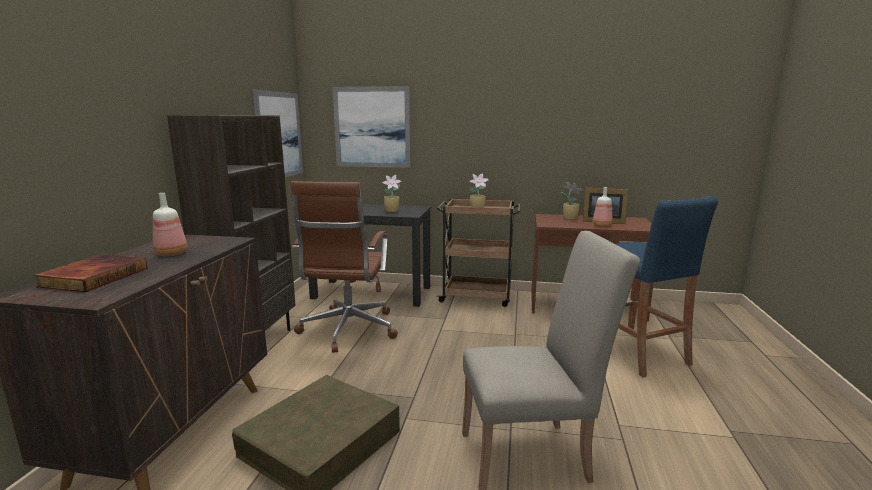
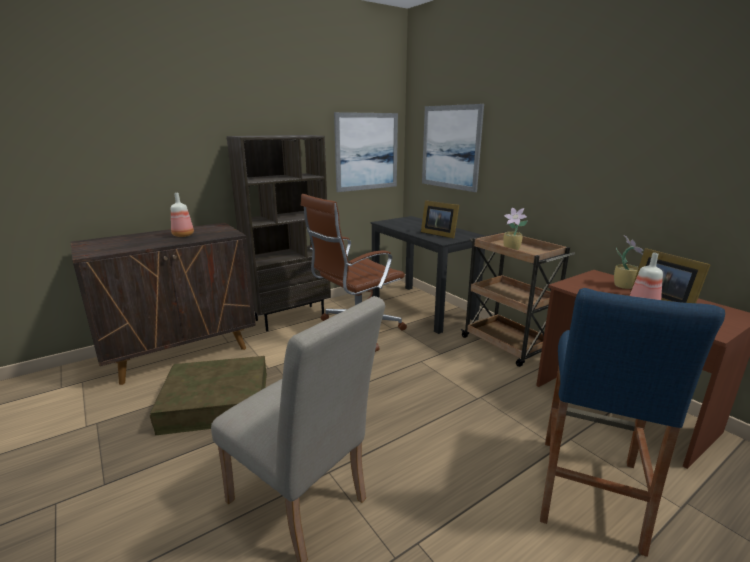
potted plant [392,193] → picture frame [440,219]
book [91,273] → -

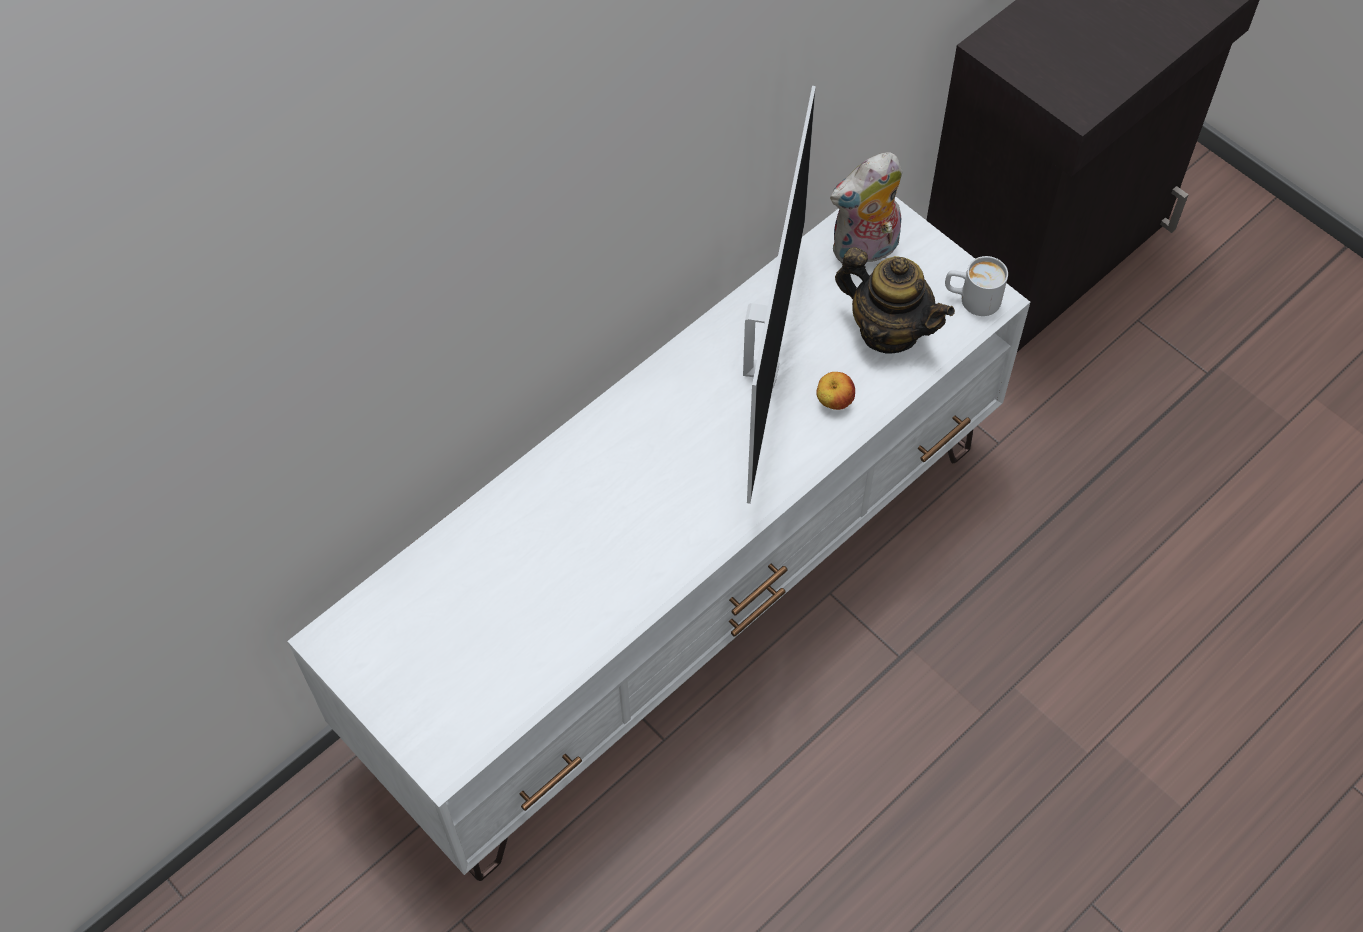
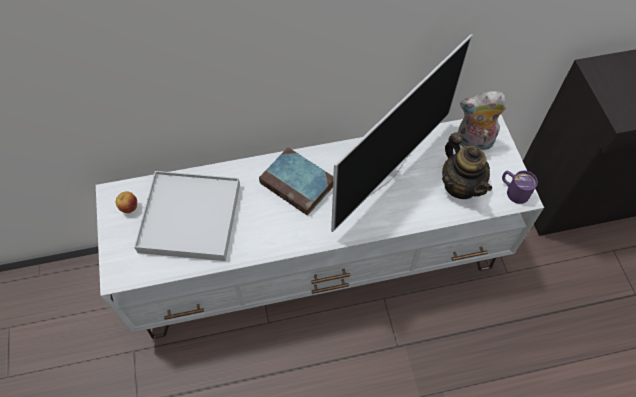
apple [835,391] → apple [126,202], moved
- → white tray [187,216]
- → book [296,181]
white mug [976,286] → purple mug [520,187]

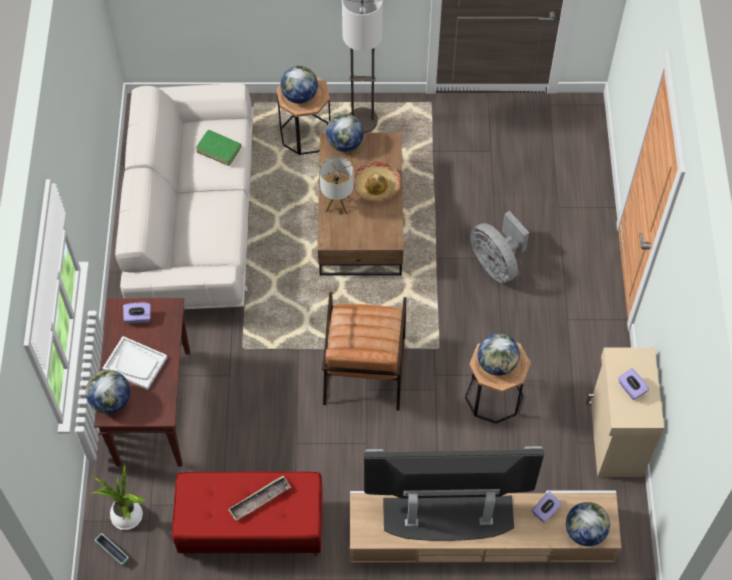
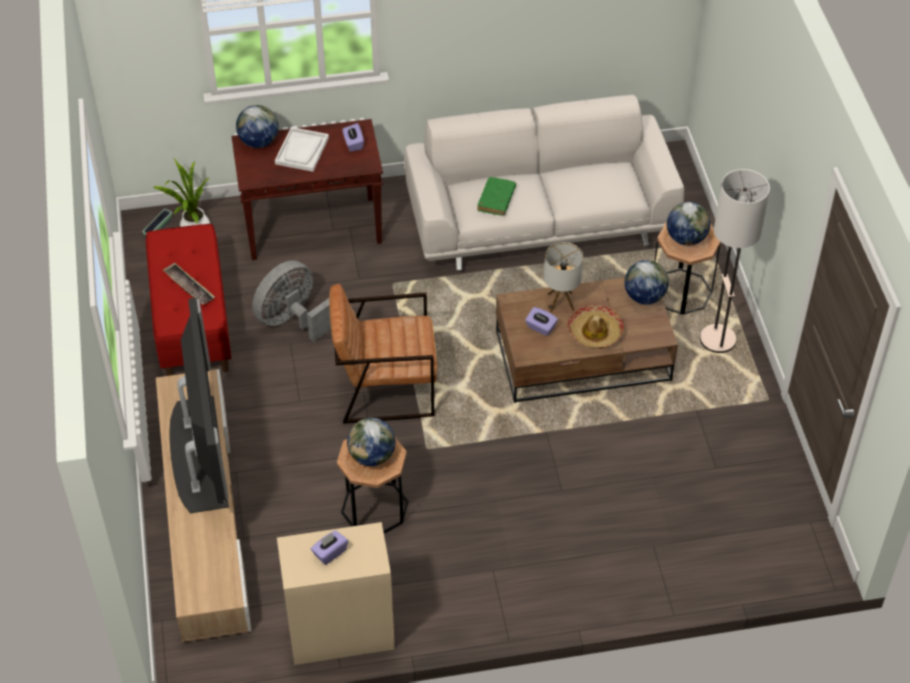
grey fan [499,247] → grey fan [291,301], moved
green book [218,148] → green book [496,196], moved
purple tissue box [547,507] → purple tissue box [541,321], moved
globe [588,524] → -

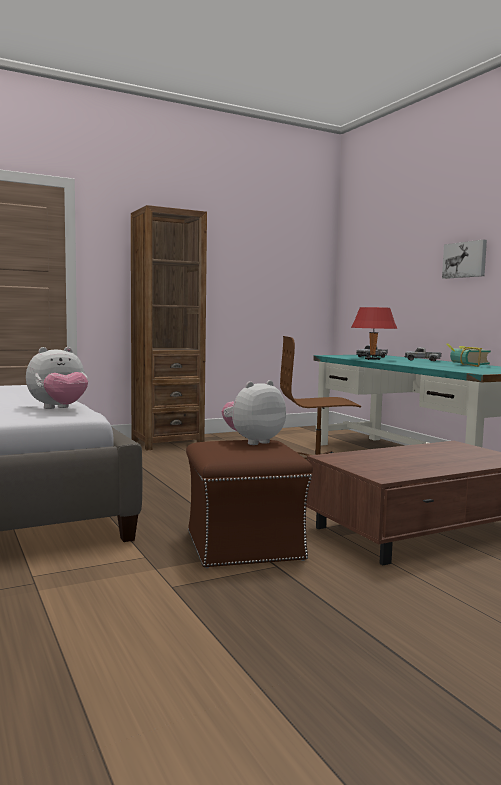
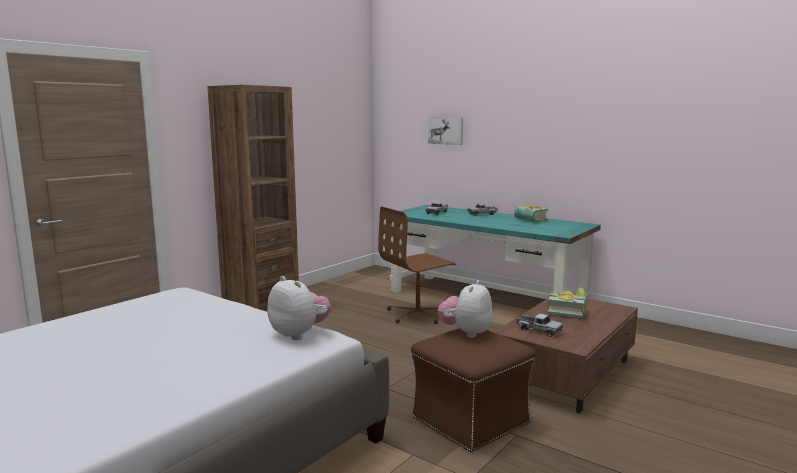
plush toy [57,378] → plush toy [299,308], 75 degrees counterclockwise
picture [464,259] → picture [445,131], moved
- → toy truck [539,325]
- → book [566,302]
red table lamp [374,333] → -

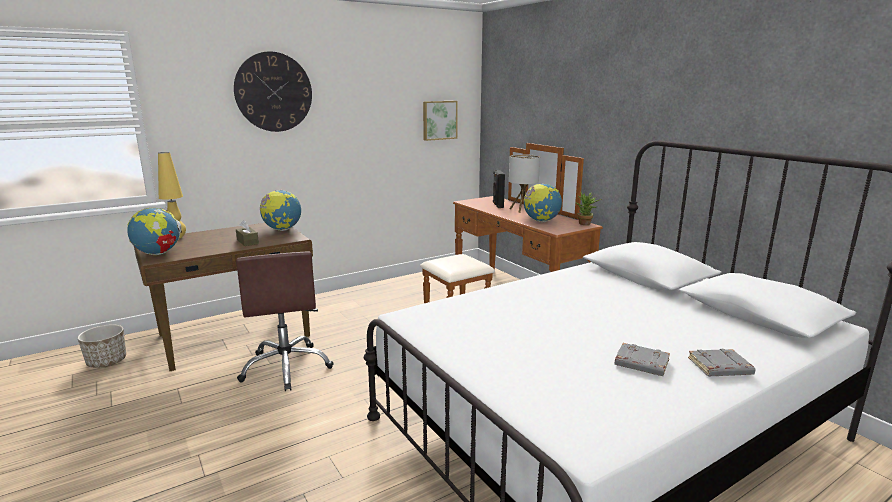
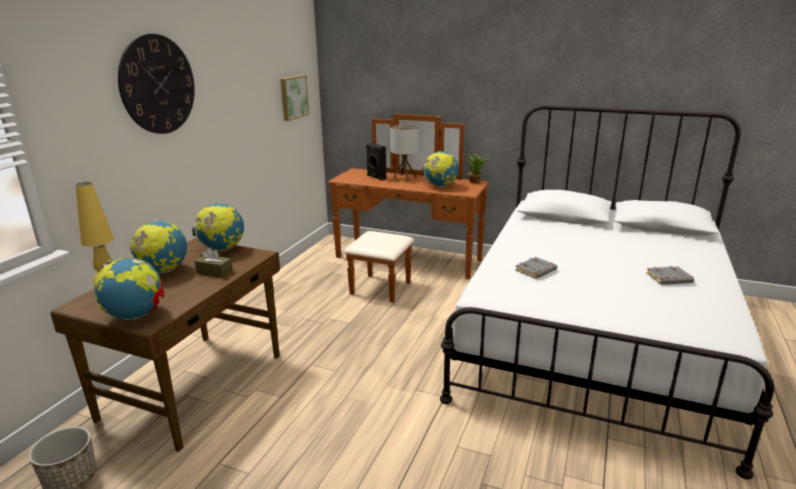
- → globe [158,246]
grey book [721,362] → grey book [536,268], moved
brown office chair [285,321] → -

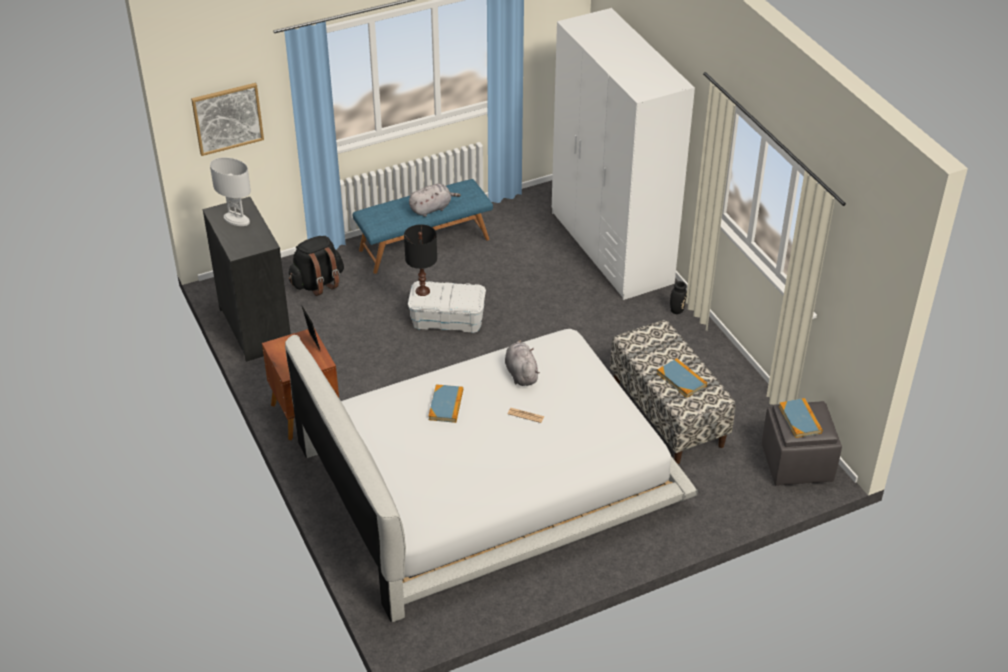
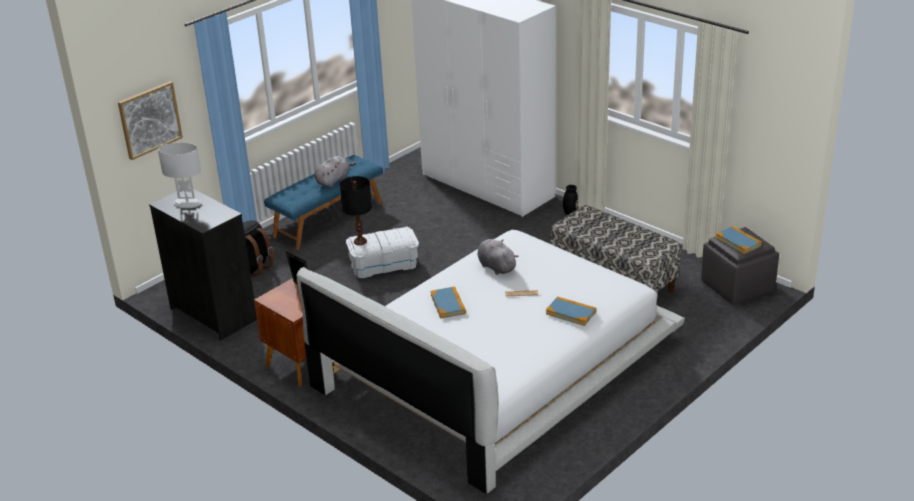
book [682,378] → book [571,311], moved

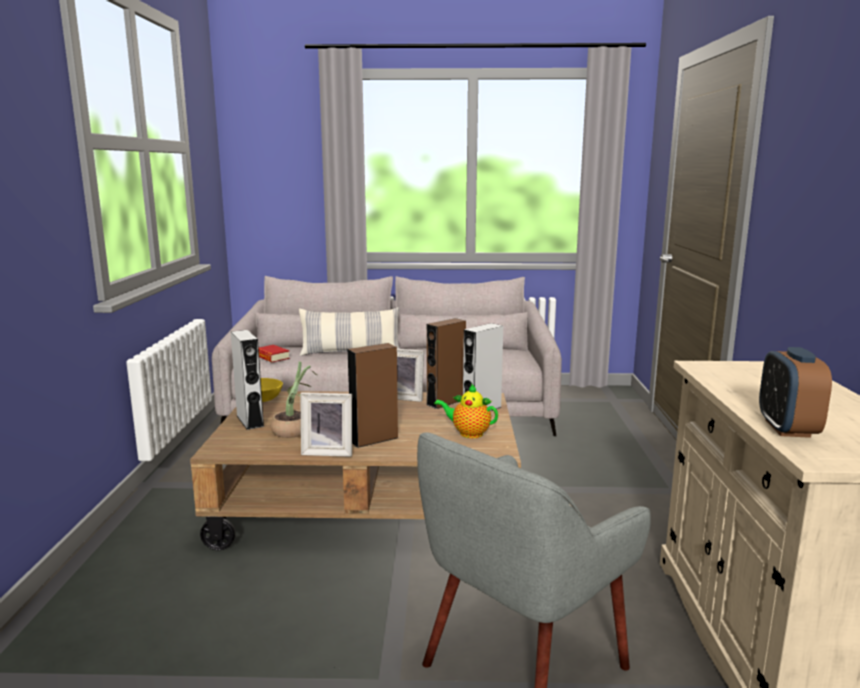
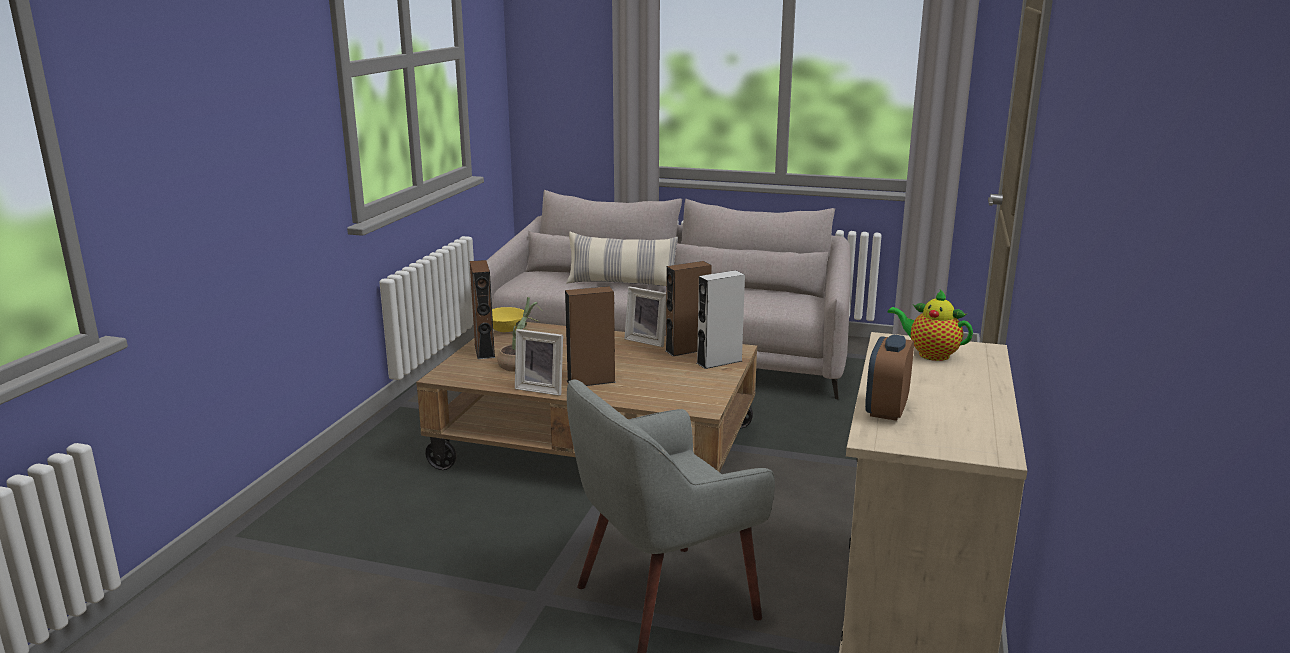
grey speaker [247,380] → brown speaker [482,309]
teapot [466,410] → teapot [930,325], moved
book [274,353] → -

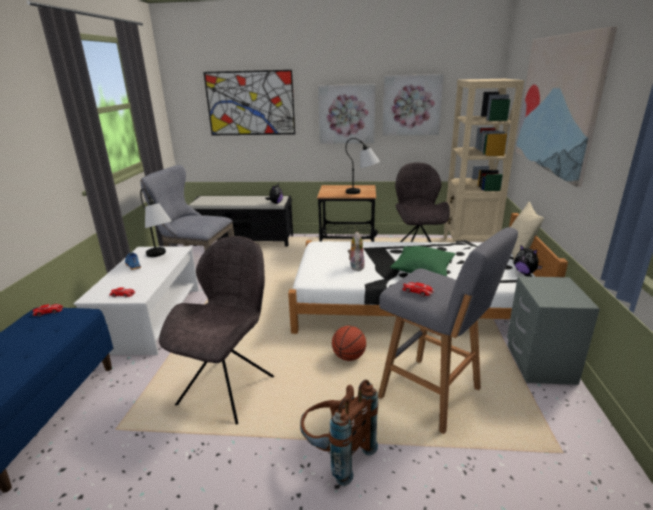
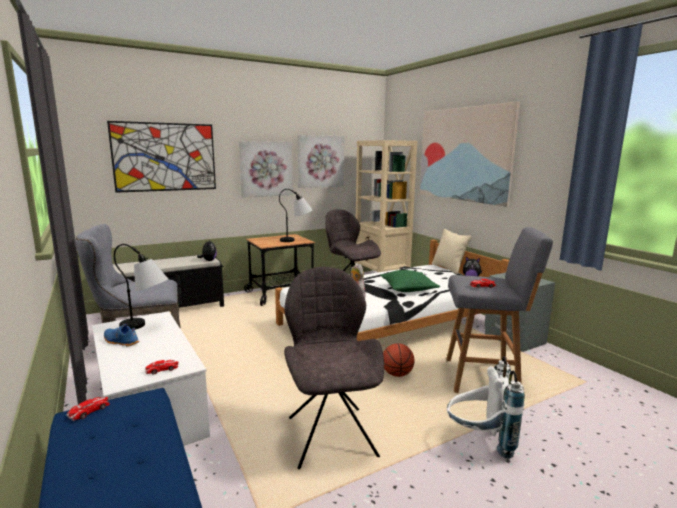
brown backpack [339,432] → white backpack [486,407]

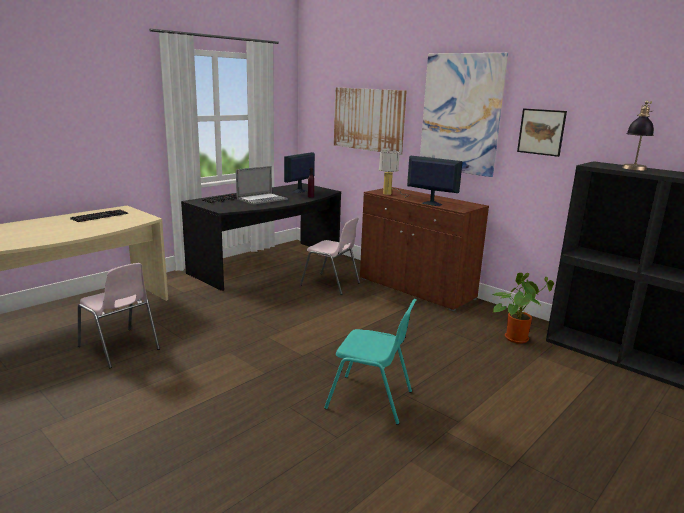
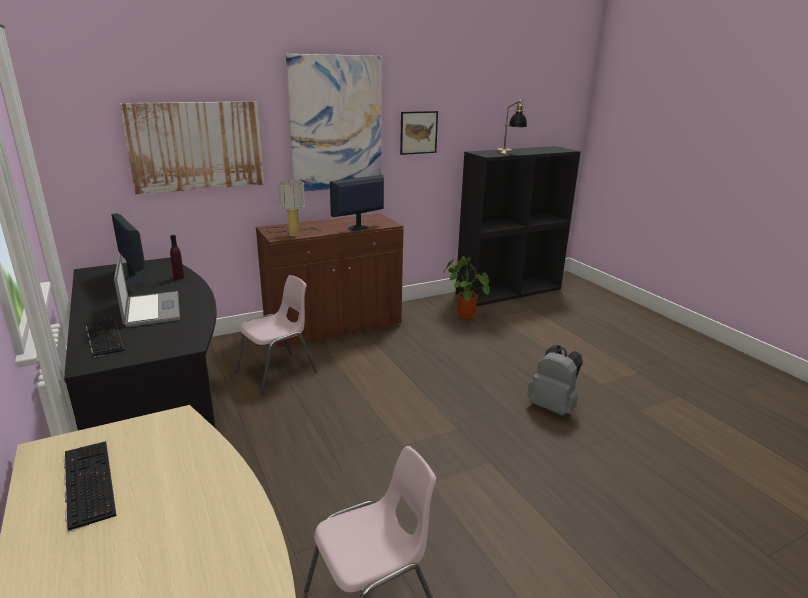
turquoise chair [370,362] → grey backpack [555,380]

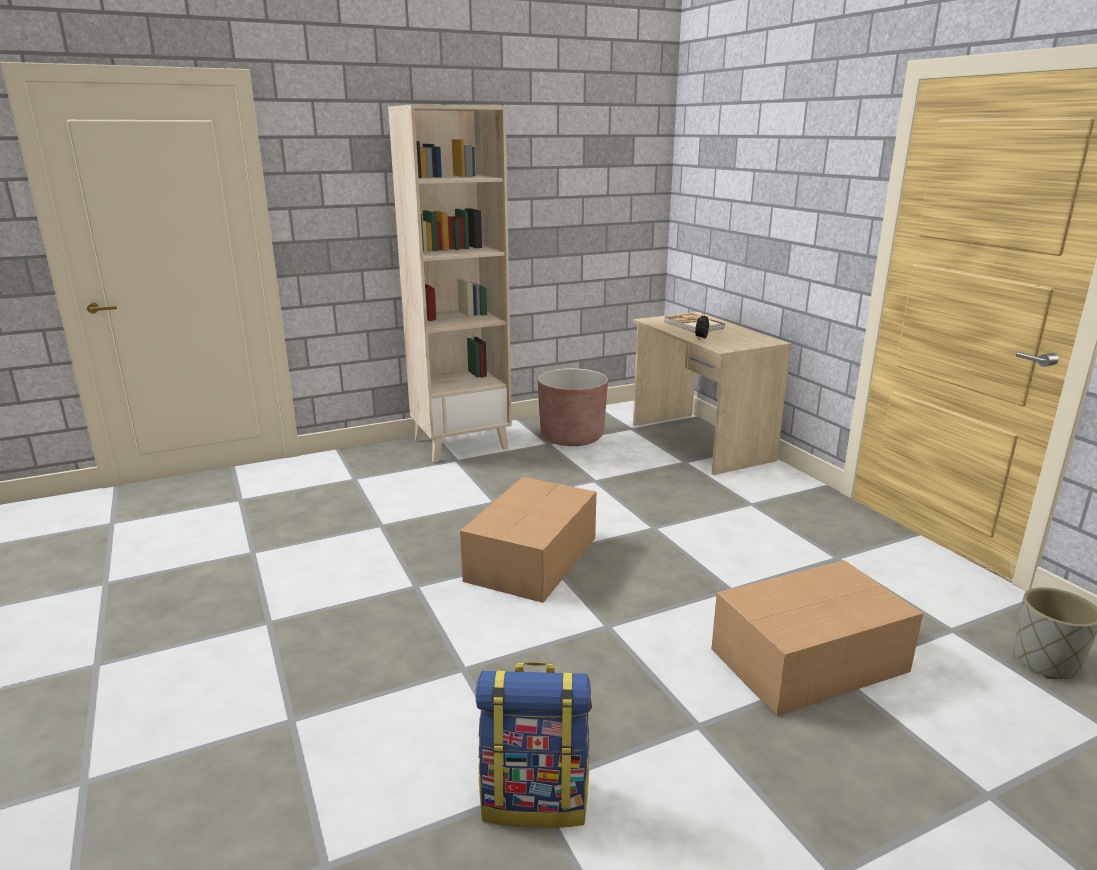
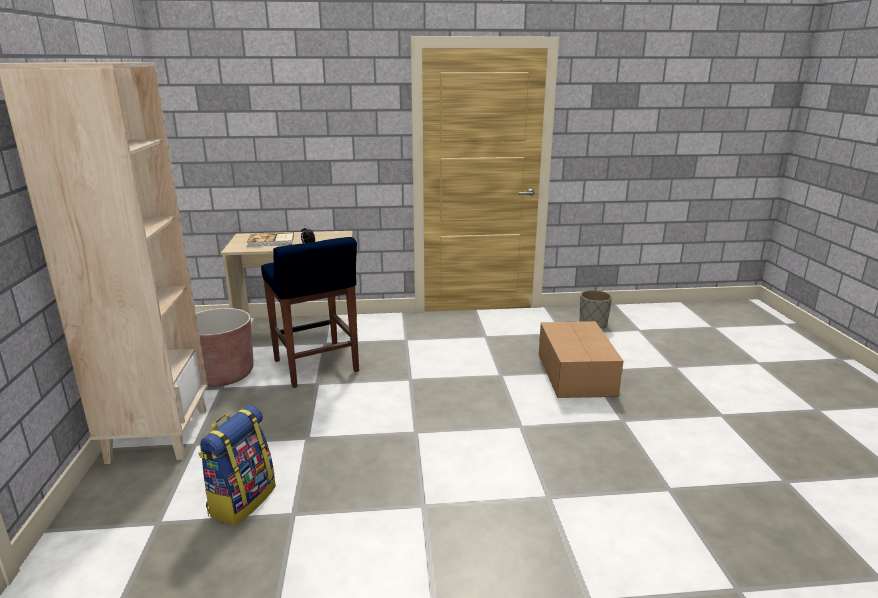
backpack [533,745] → backpack [237,465], moved
- → blue stool [310,312]
cardboard box [528,540] → -

